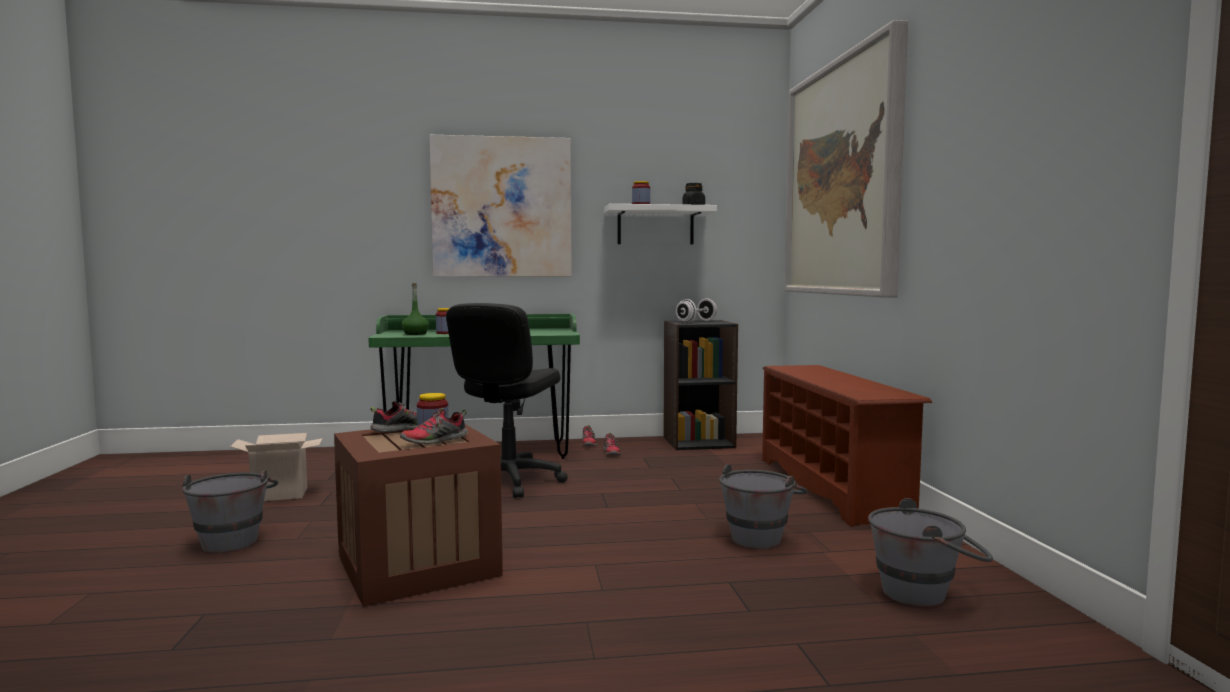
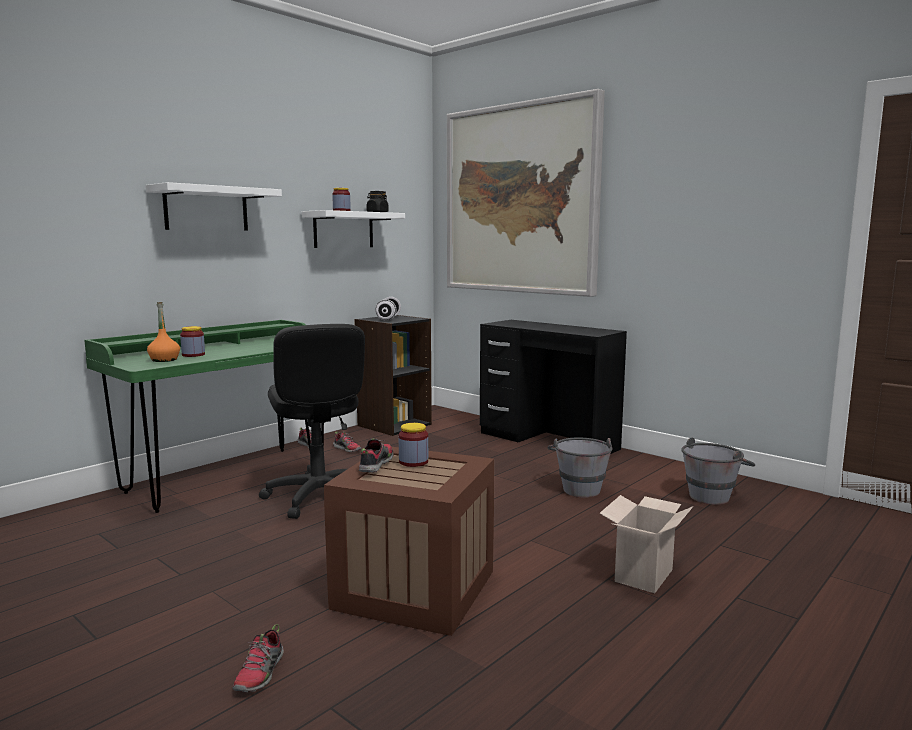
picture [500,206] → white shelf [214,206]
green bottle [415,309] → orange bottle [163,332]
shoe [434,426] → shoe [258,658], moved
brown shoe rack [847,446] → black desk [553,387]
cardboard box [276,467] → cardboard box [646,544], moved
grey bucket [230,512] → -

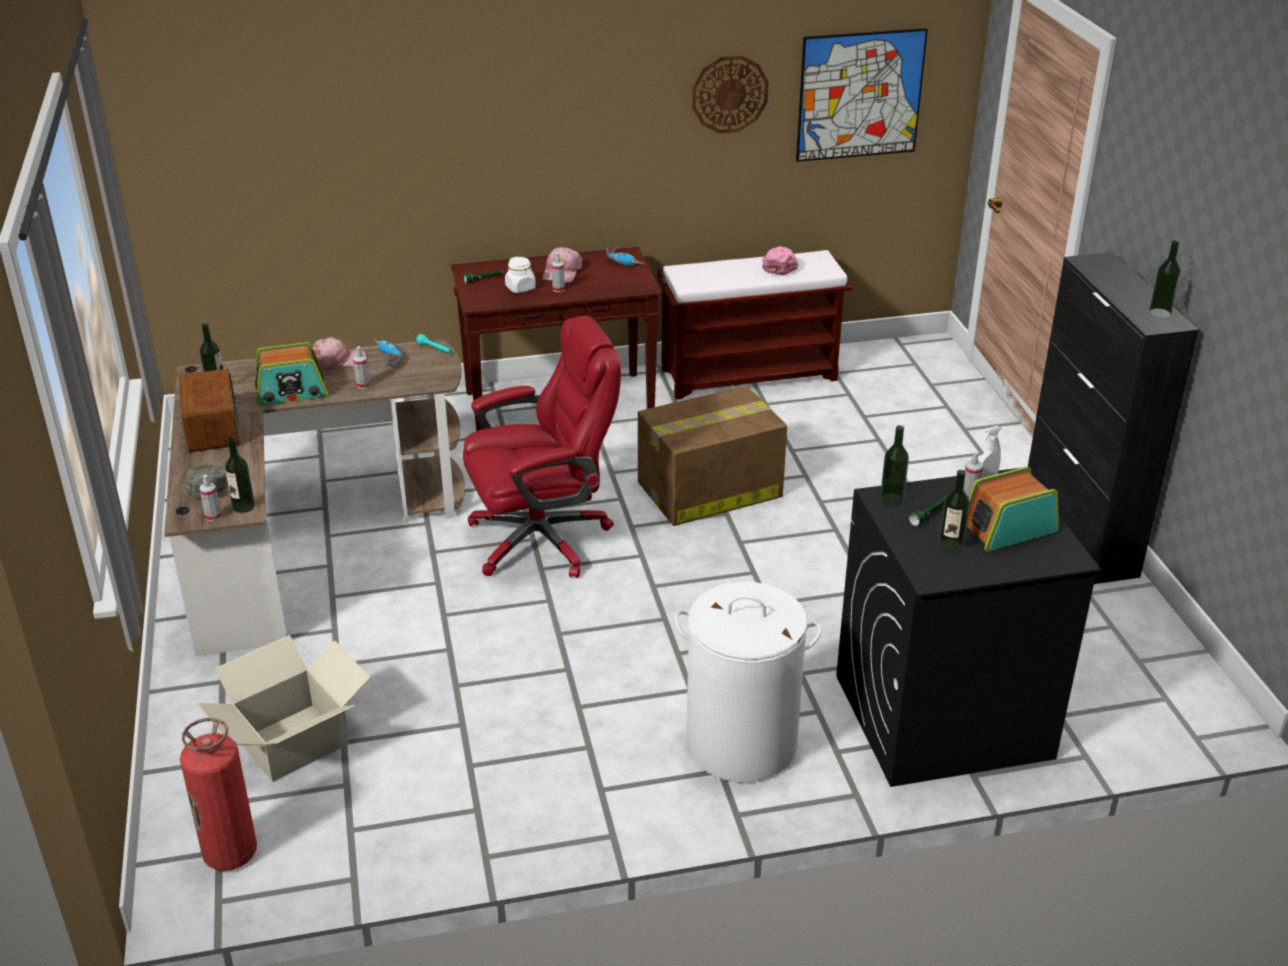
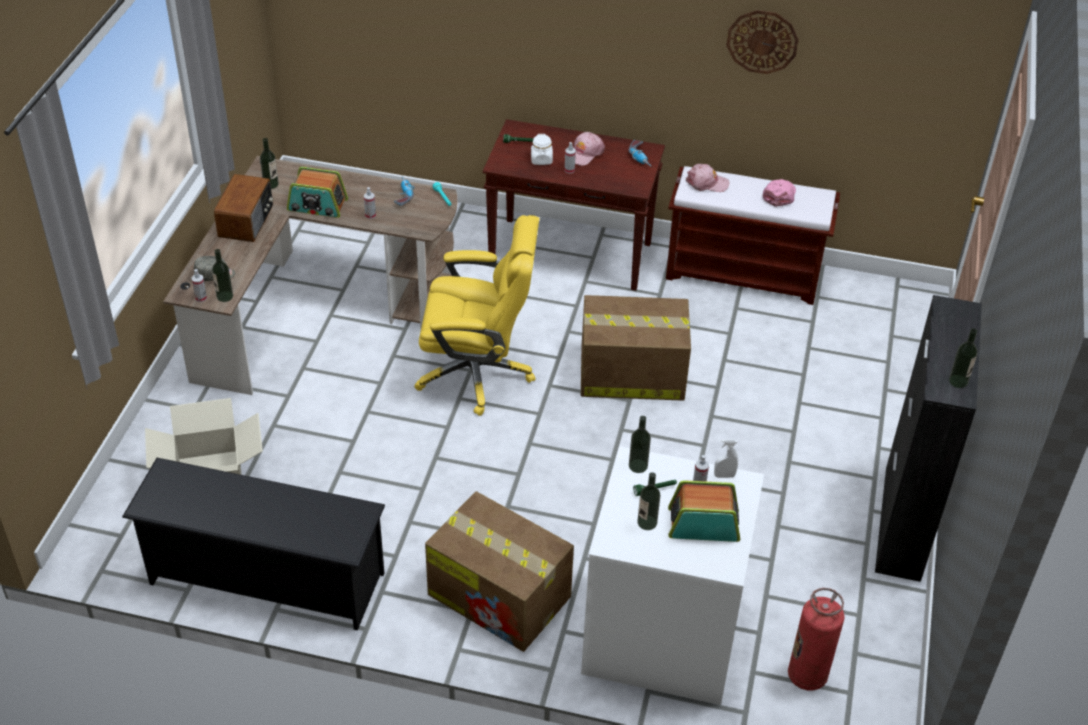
- → black shoe rack [253,544]
red office chair [542,447] → yellow office chair [476,315]
white laundry basket [748,682] → cardboard box [499,571]
black washing machine [968,627] → white washing machine [672,575]
pink cap [339,353] → pink cap [708,178], moved
fire extinguisher [218,794] → fire extinguisher [816,639], moved
picture [862,95] → -

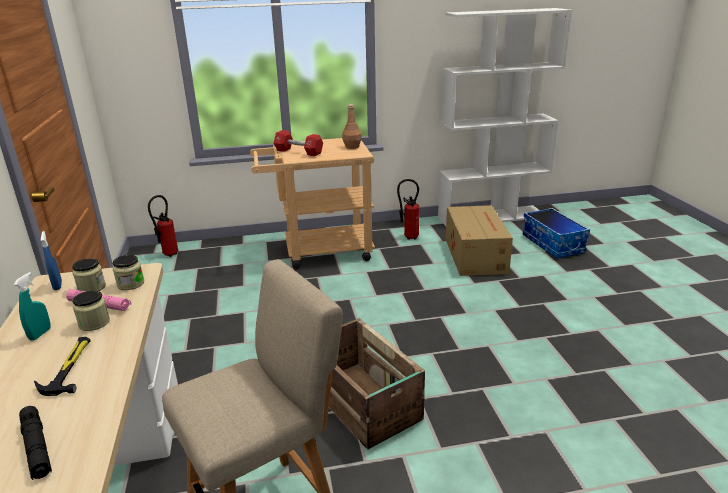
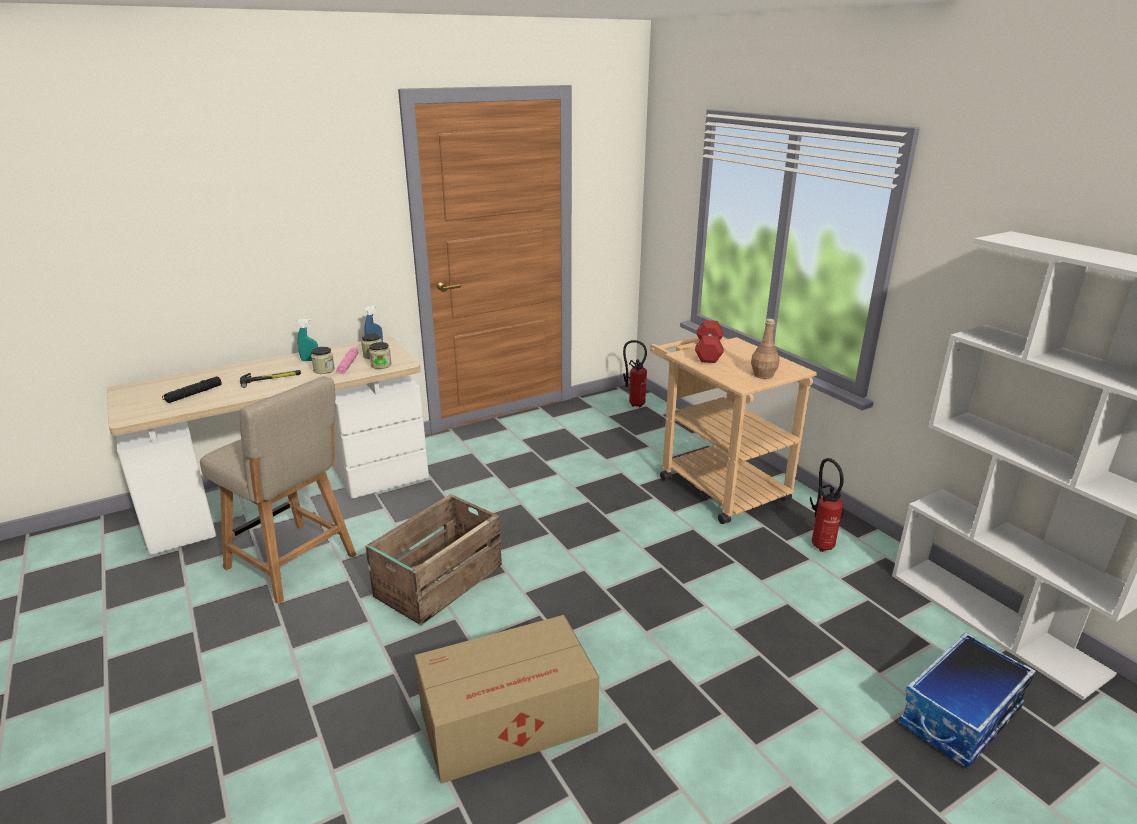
cardboard box [479,240] → cardboard box [506,699], moved

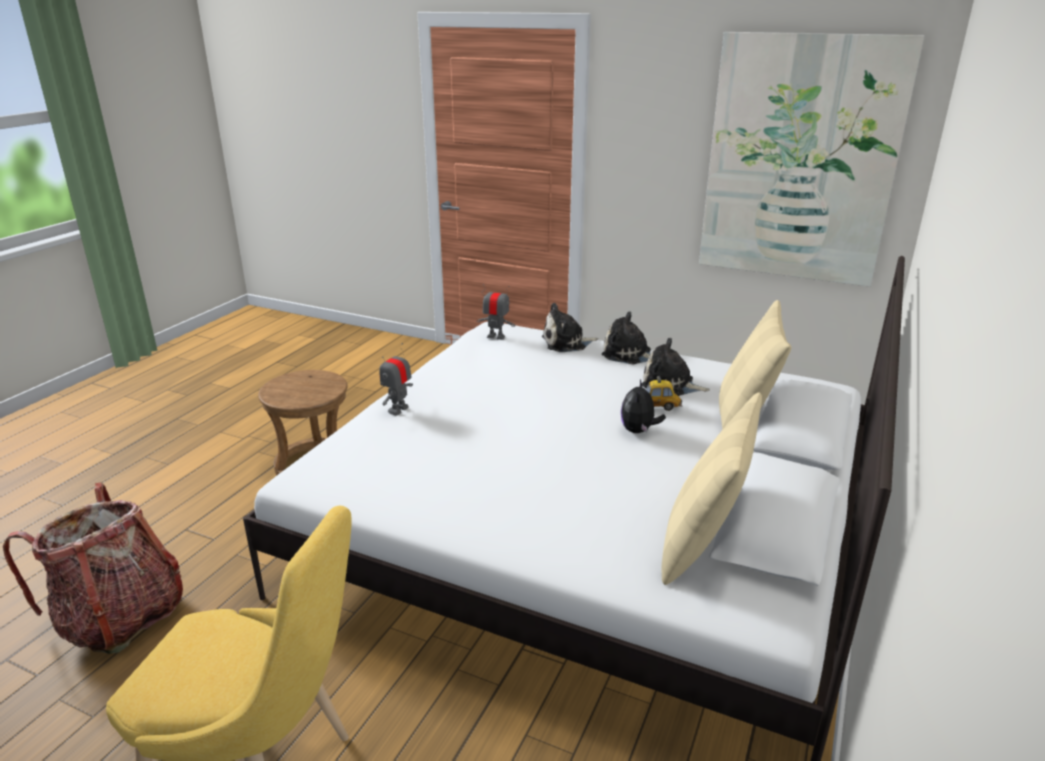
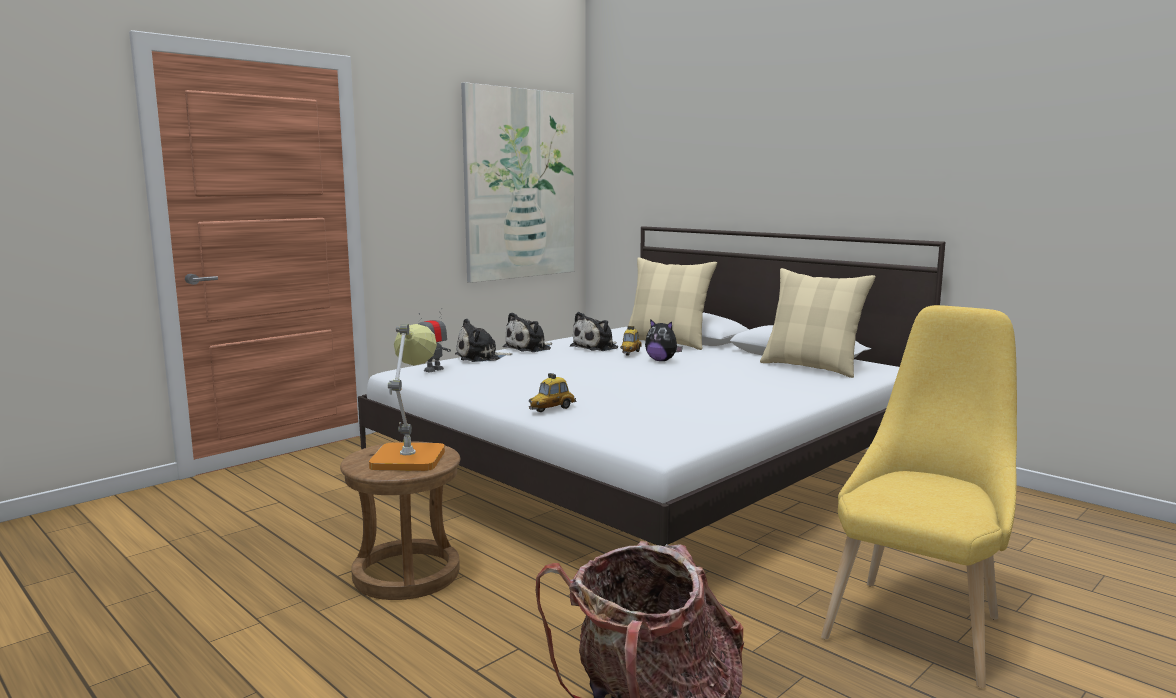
- → table lamp [407,397]
plush toy [570,327] → plush toy [483,340], 60 degrees clockwise
toy robot [396,379] → toy car [553,392]

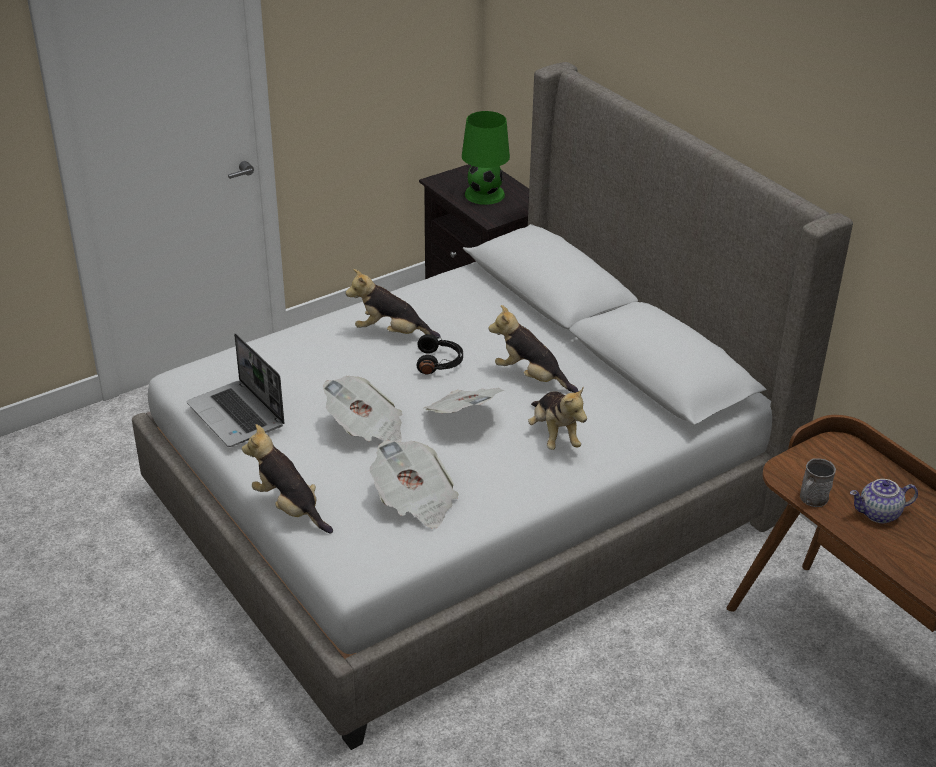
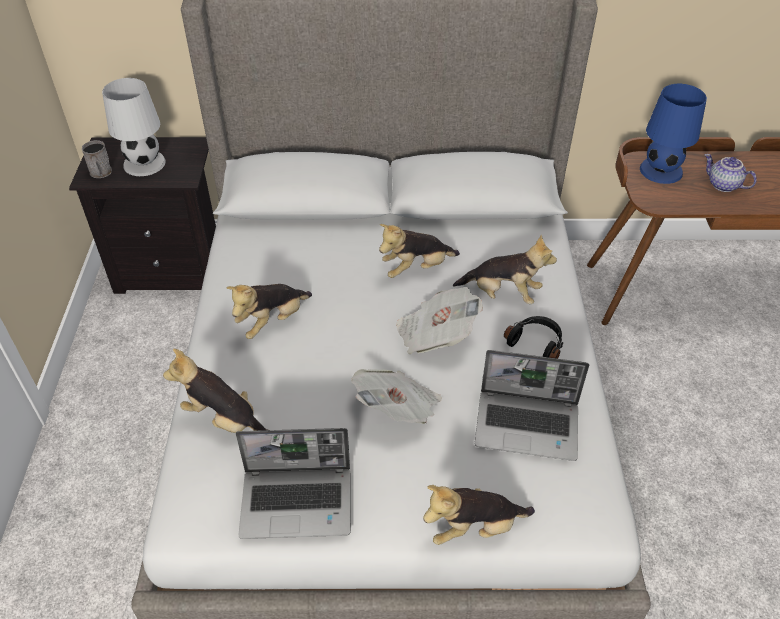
grey mug [818,482] → grey mug [97,159], moved
green table lamp [486,158] → white table lamp [134,127]
- → plush toy [215,391]
newspaper [414,484] → laptop [532,405]
black headphones [440,354] → black headphones [533,337], moved
- → blue table lamp [673,134]
teapot [884,501] → teapot [731,173], 105 degrees clockwise

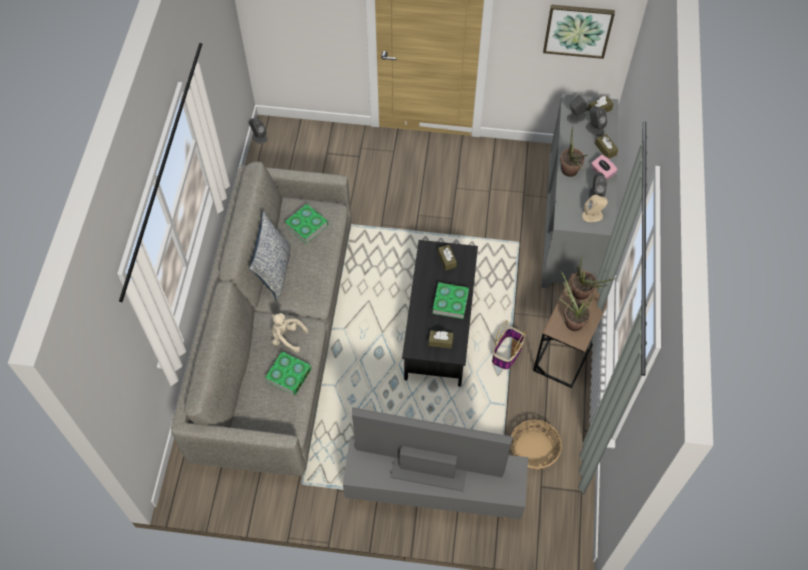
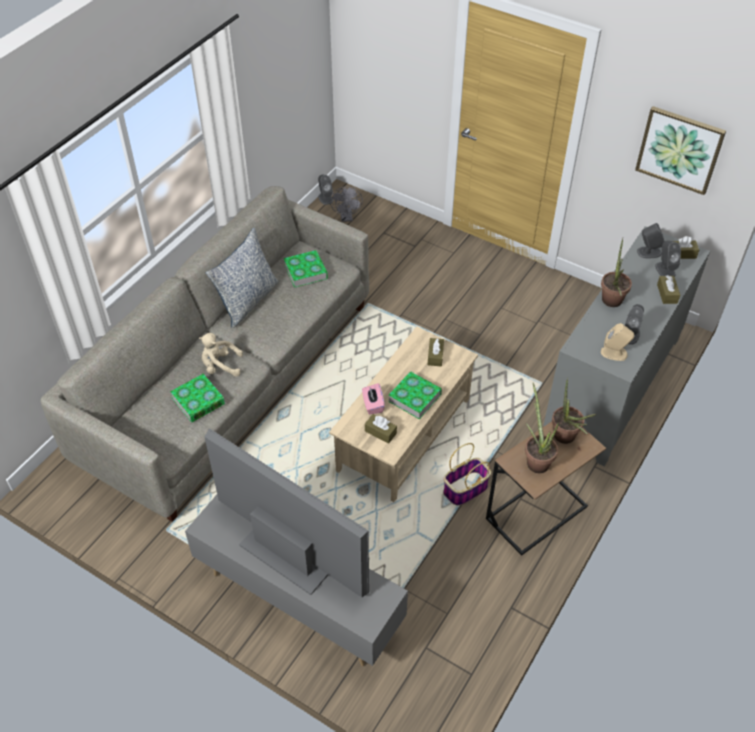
beige plush toy [290,333] → beige plush toy [221,355], 45 degrees counterclockwise
black coffee table [440,313] → beige coffee table [403,414]
- → grey fan [346,204]
pink tissue box [604,166] → pink tissue box [373,399], moved
basket [536,445] → -

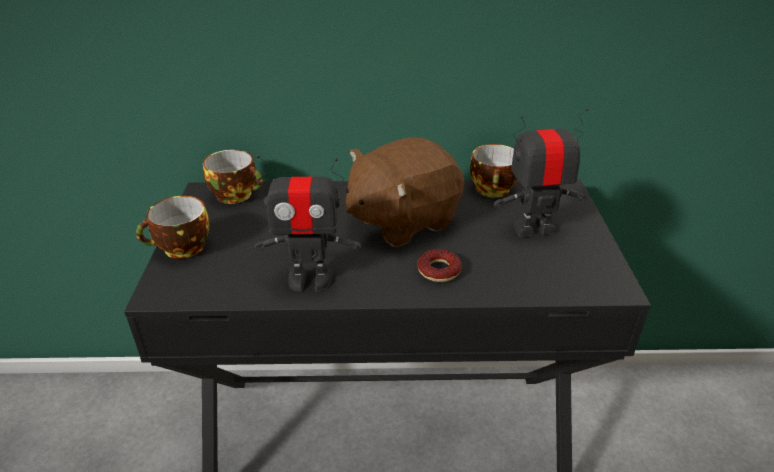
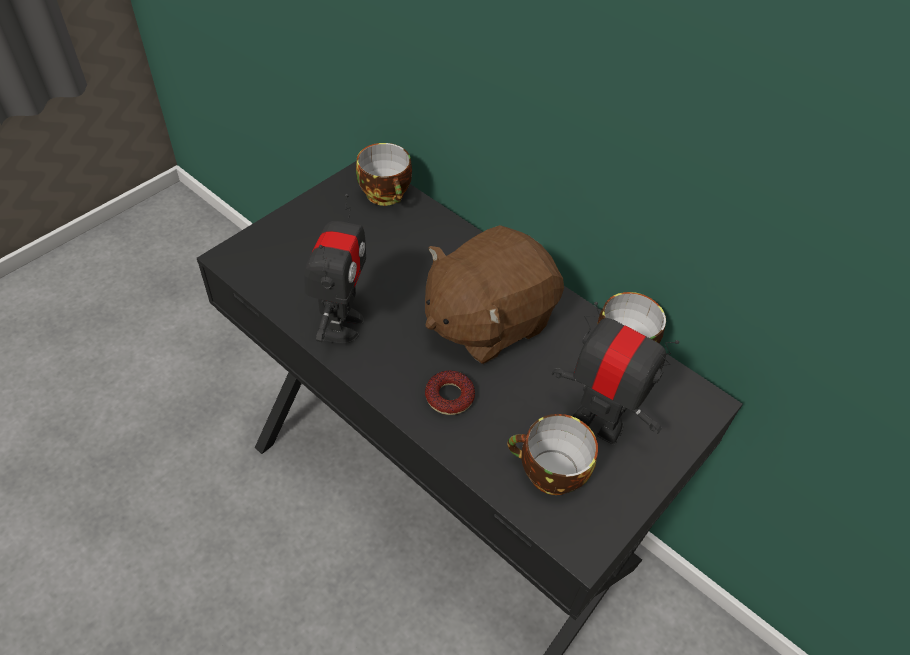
toy robot [307,223] → toy robot [335,268], 120 degrees counterclockwise
brown plush toy [404,192] → brown plush toy [494,294], 45 degrees counterclockwise
cup [173,227] → cup [553,454], moved

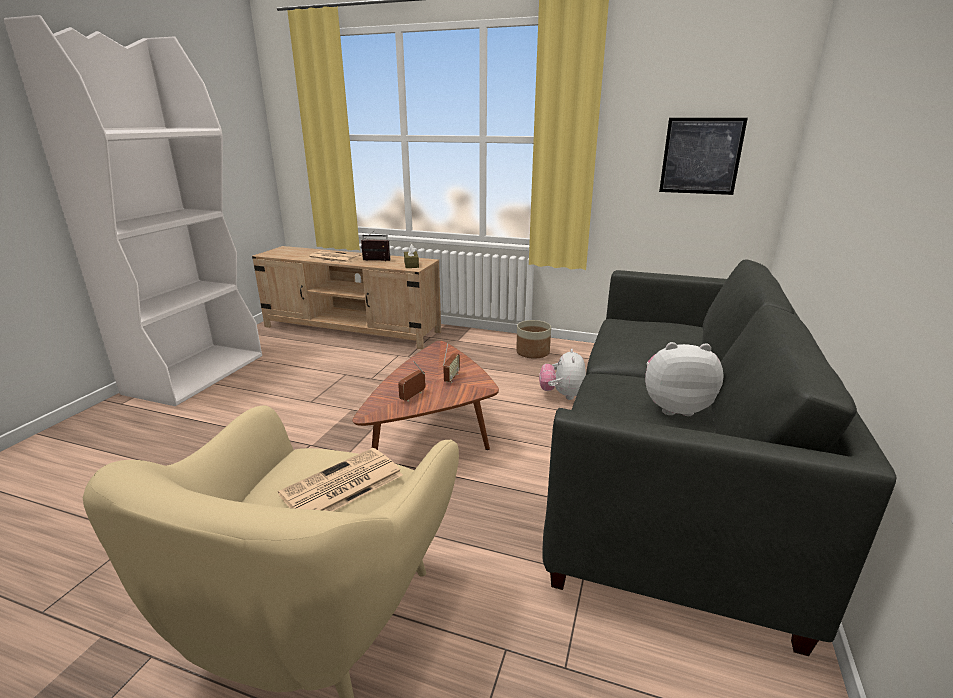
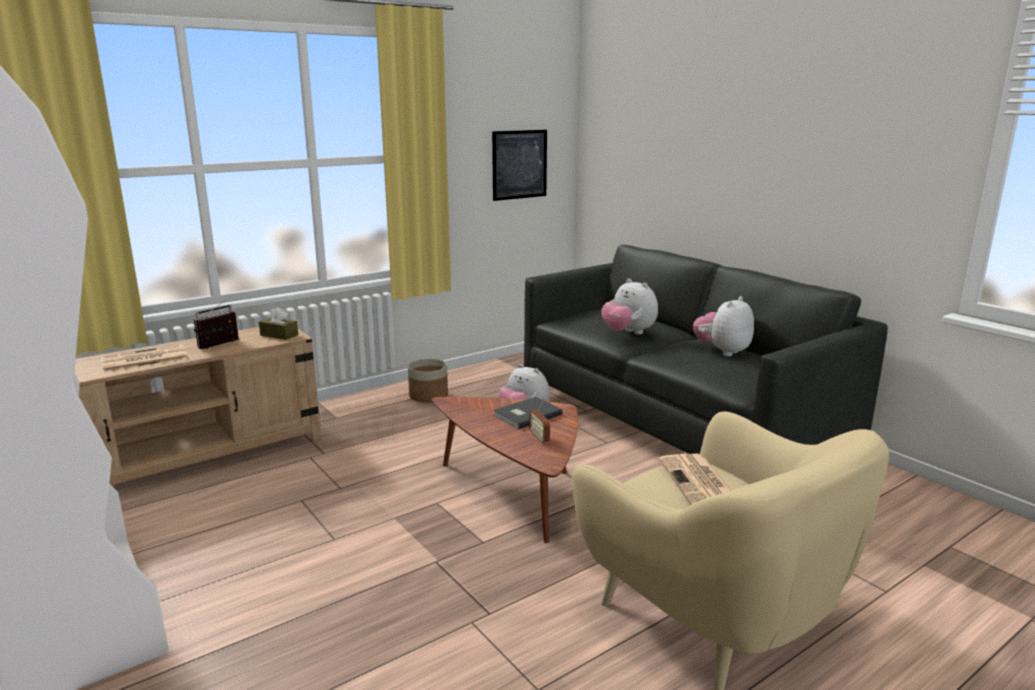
radio [451,363] → grey book [528,413]
- → plush toy [630,306]

